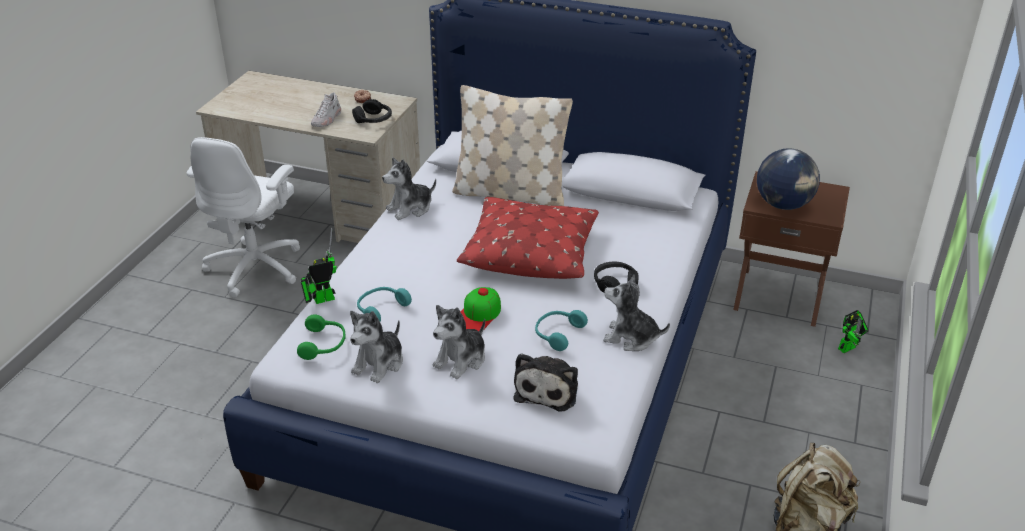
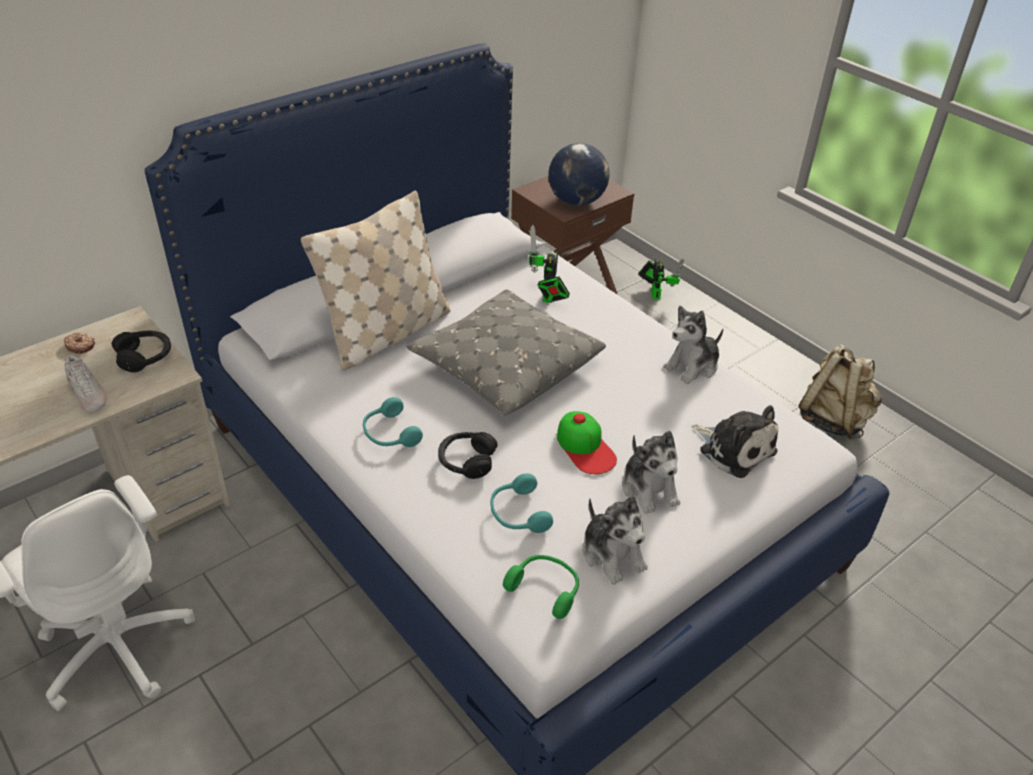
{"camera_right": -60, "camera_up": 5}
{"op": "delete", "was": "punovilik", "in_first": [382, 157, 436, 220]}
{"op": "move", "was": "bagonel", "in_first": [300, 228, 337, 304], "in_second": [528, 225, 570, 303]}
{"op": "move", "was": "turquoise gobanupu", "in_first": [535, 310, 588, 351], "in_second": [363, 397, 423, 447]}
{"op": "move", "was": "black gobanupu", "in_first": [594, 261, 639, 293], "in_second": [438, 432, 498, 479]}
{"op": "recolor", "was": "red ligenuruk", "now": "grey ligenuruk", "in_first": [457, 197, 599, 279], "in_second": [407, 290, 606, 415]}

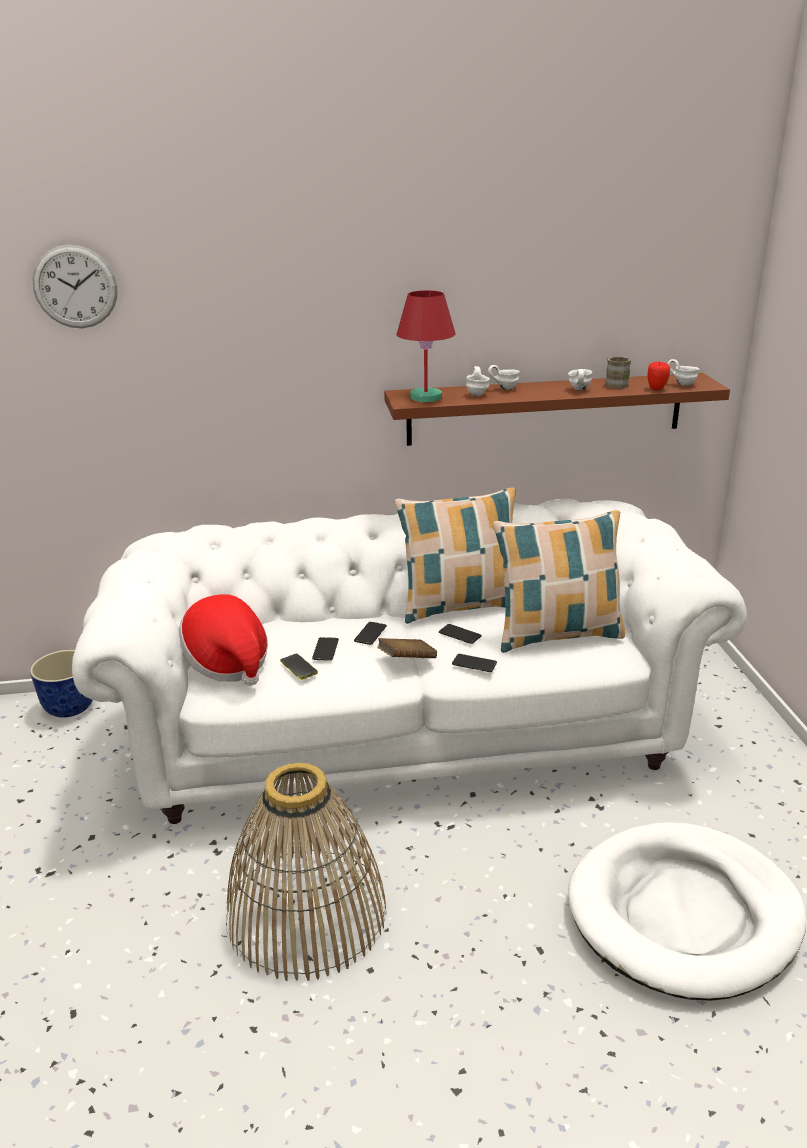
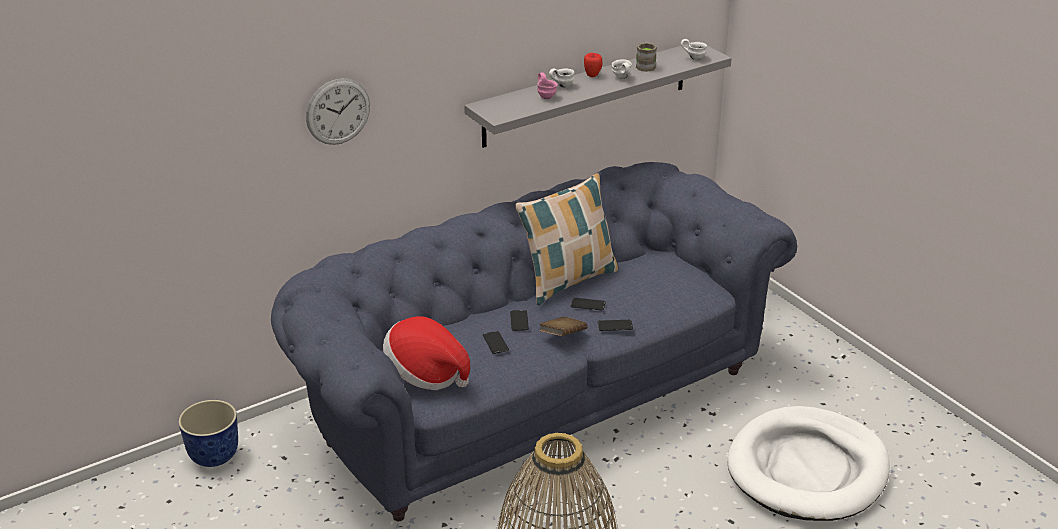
{"camera_right": -25, "camera_up": 5}
{"op": "delete", "was": "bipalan", "in_first": [280, 654, 318, 680]}
{"op": "delete", "was": "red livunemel", "in_first": [396, 290, 456, 402]}
{"op": "delete", "was": "ligenuruk", "in_first": [493, 510, 625, 653]}
{"op": "move", "was": "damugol", "in_first": [32, 244, 117, 328], "in_second": [306, 78, 370, 145]}
{"op": "move", "was": "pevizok", "in_first": [648, 362, 670, 390], "in_second": [584, 53, 602, 77]}
{"op": "recolor", "was": "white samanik", "now": "blue samanik", "in_first": [72, 498, 747, 824], "in_second": [271, 162, 797, 521]}
{"op": "recolor", "was": "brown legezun", "now": "grey legezun", "in_first": [384, 373, 730, 446], "in_second": [464, 41, 732, 148]}
{"op": "recolor", "was": "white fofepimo", "now": "pink fofepimo", "in_first": [466, 366, 490, 396], "in_second": [537, 72, 558, 99]}

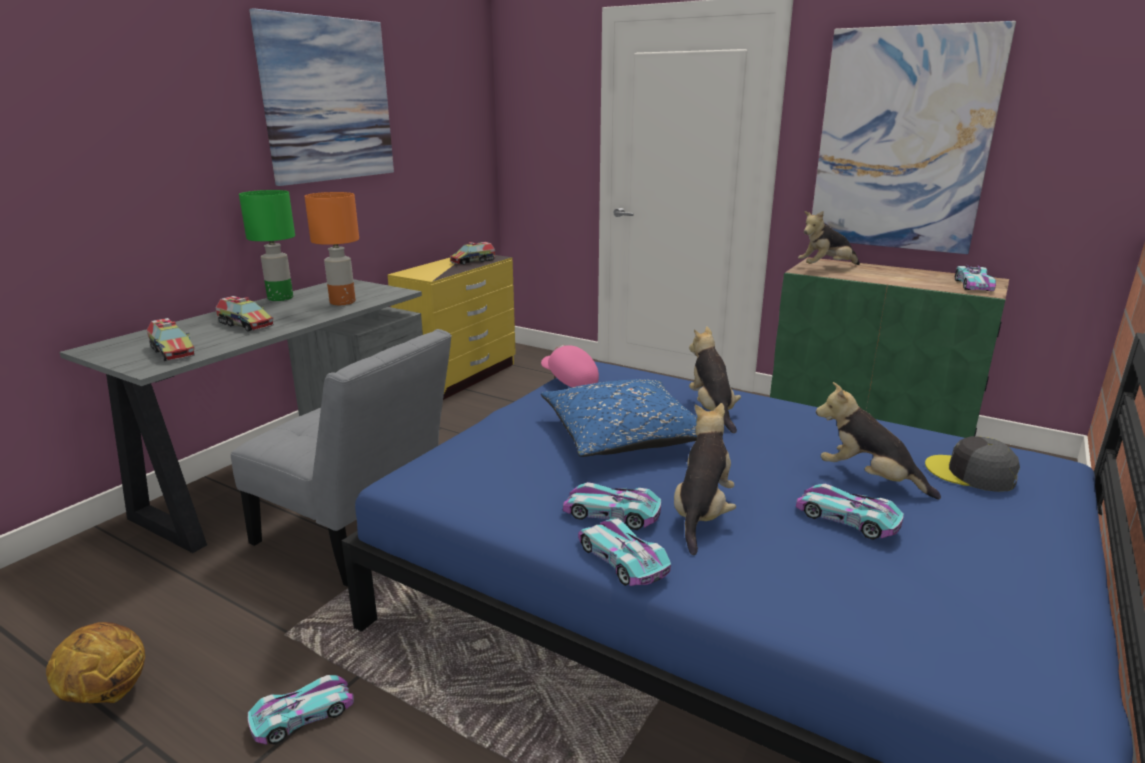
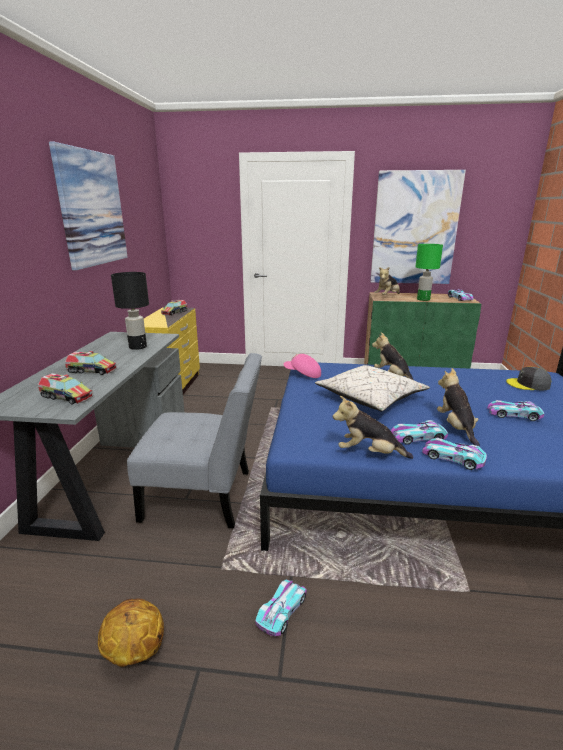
{"camera_right": -25, "camera_up": 0}
{"op": "move", "was": "green livunemel", "in_first": [239, 190, 295, 301], "in_second": [415, 244, 443, 301]}
{"op": "move", "was": "punovilik", "in_first": [816, 382, 941, 499], "in_second": [333, 396, 413, 459]}
{"op": "recolor", "was": "orange livunemel", "now": "black livunemel", "in_first": [305, 192, 359, 305], "in_second": [111, 272, 149, 350]}
{"op": "recolor", "was": "blue ligenuruk", "now": "beige ligenuruk", "in_first": [541, 379, 697, 457], "in_second": [315, 365, 430, 411]}

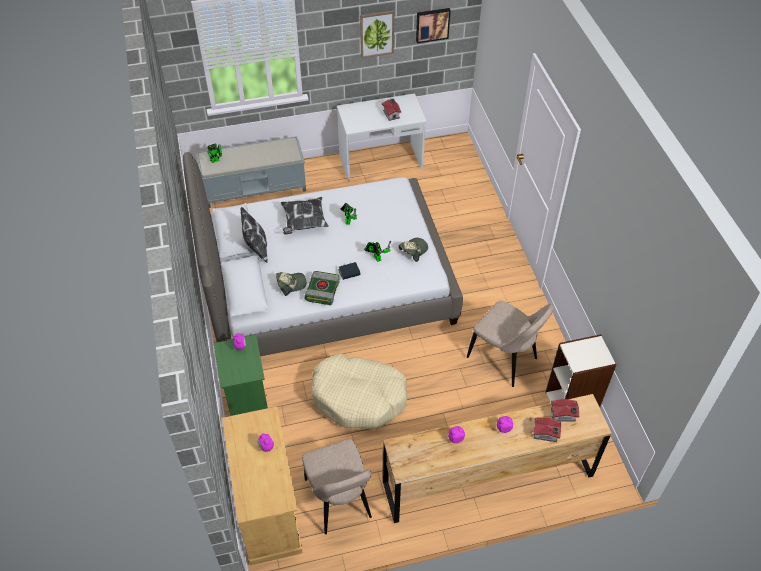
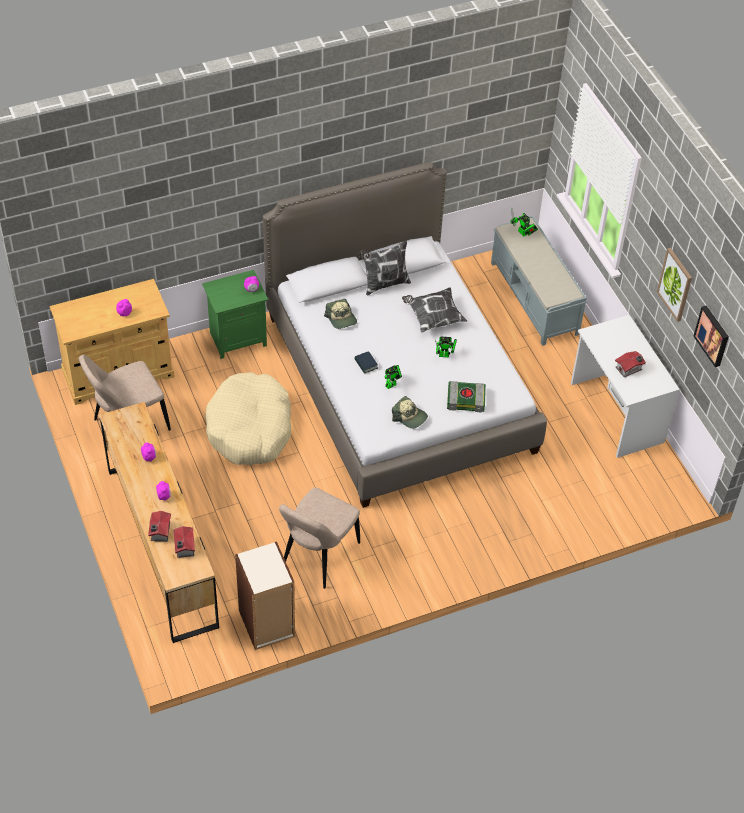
{"camera_right": 80, "camera_up": 0}
{"op": "move", "was": "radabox", "in_first": [304, 271, 340, 305], "in_second": [447, 381, 486, 412]}

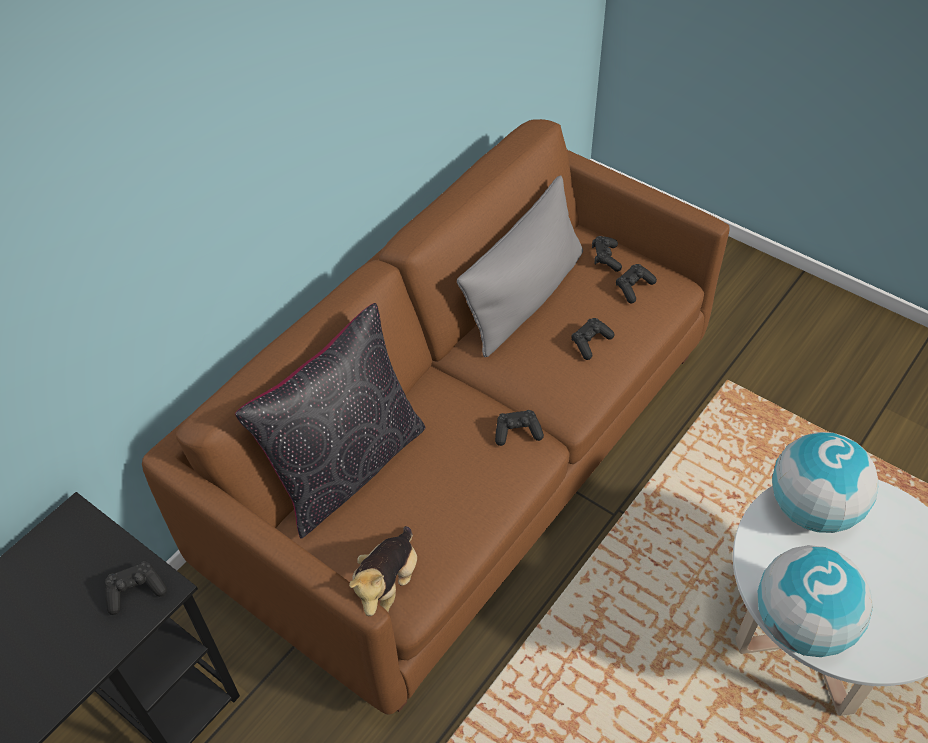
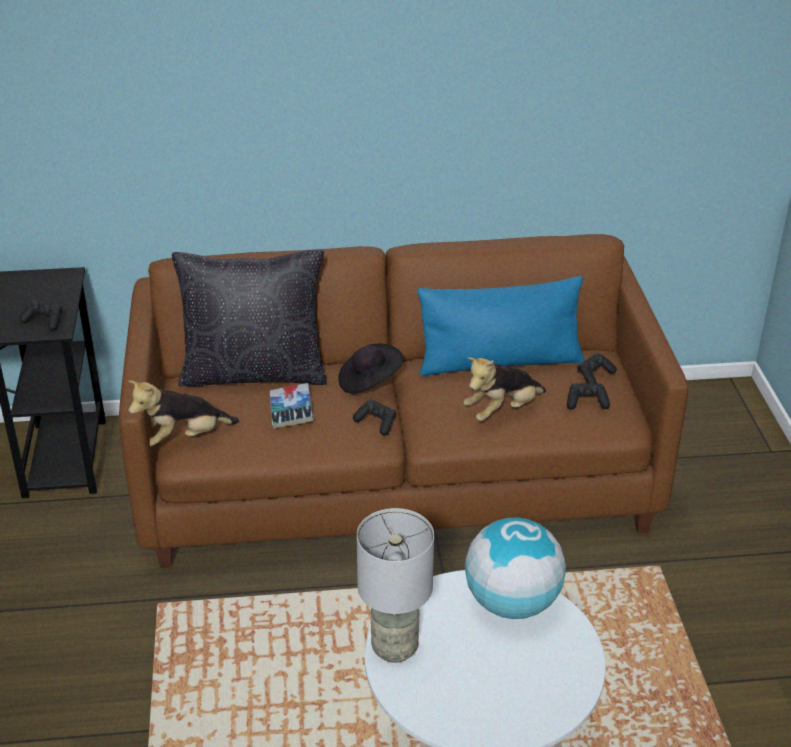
{"camera_right": 45, "camera_up": -15}
{"op": "insert", "now": "radabox", "in_second": [270, 383, 313, 429]}
{"op": "insert", "now": "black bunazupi", "in_second": [338, 344, 404, 393]}
{"op": "replace", "was": "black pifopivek", "now": "punovilik", "in_first": [571, 318, 615, 360], "in_second": [464, 357, 546, 421]}
{"op": "replace", "was": "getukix", "now": "grey livunemel", "in_first": [758, 545, 873, 657], "in_second": [357, 508, 434, 663]}
{"op": "recolor", "was": "grey ligenuruk", "now": "blue ligenuruk", "in_first": [457, 175, 583, 357], "in_second": [417, 276, 584, 375]}

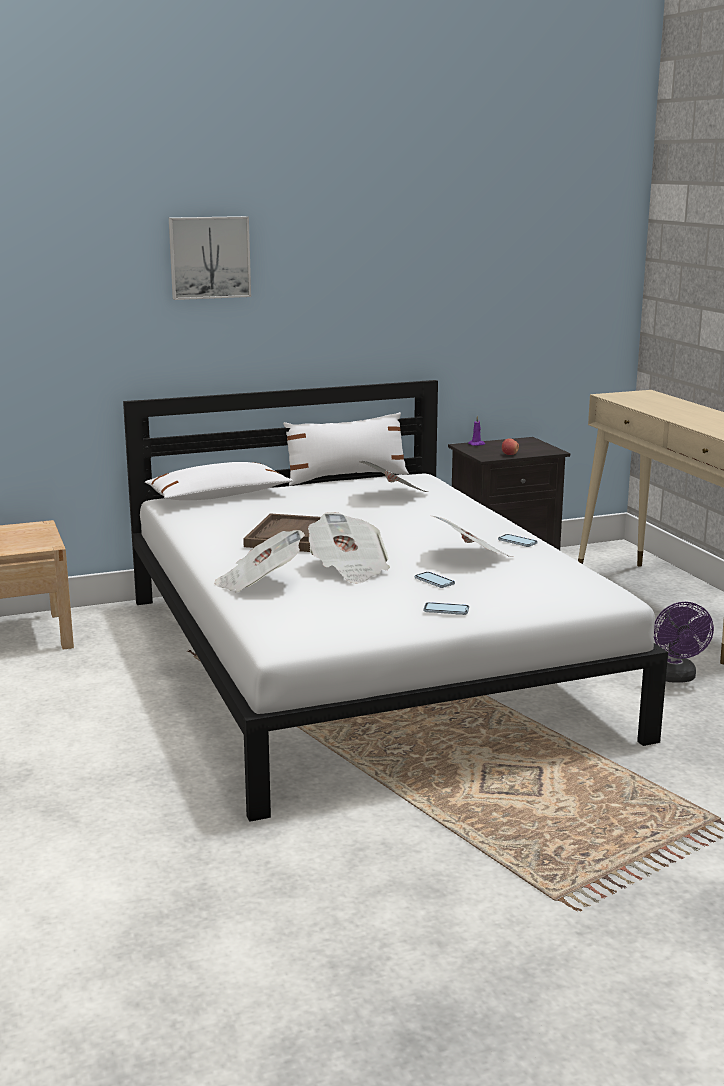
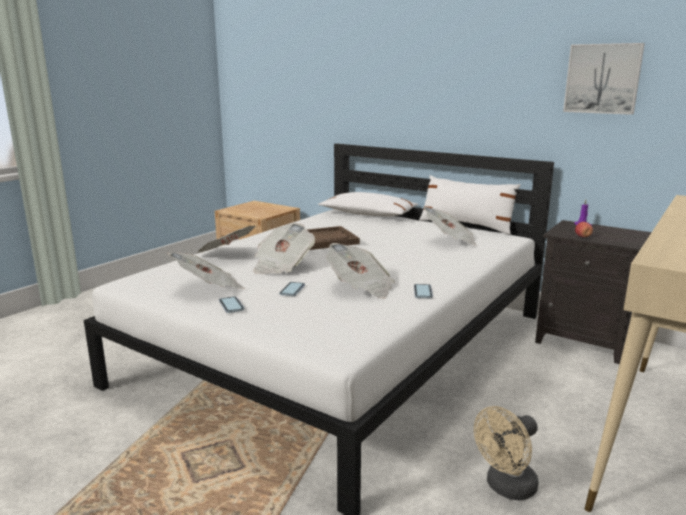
{"camera_right": 55, "camera_up": 0}
{"op": "insert", "now": "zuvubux", "in_second": [167, 253, 246, 289]}
{"op": "move", "was": "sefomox", "in_first": [169, 216, 251, 300], "in_second": [563, 43, 645, 115]}
{"op": "recolor", "was": "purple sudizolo", "now": "beige sudizolo", "in_first": [654, 602, 714, 683], "in_second": [474, 406, 539, 500]}

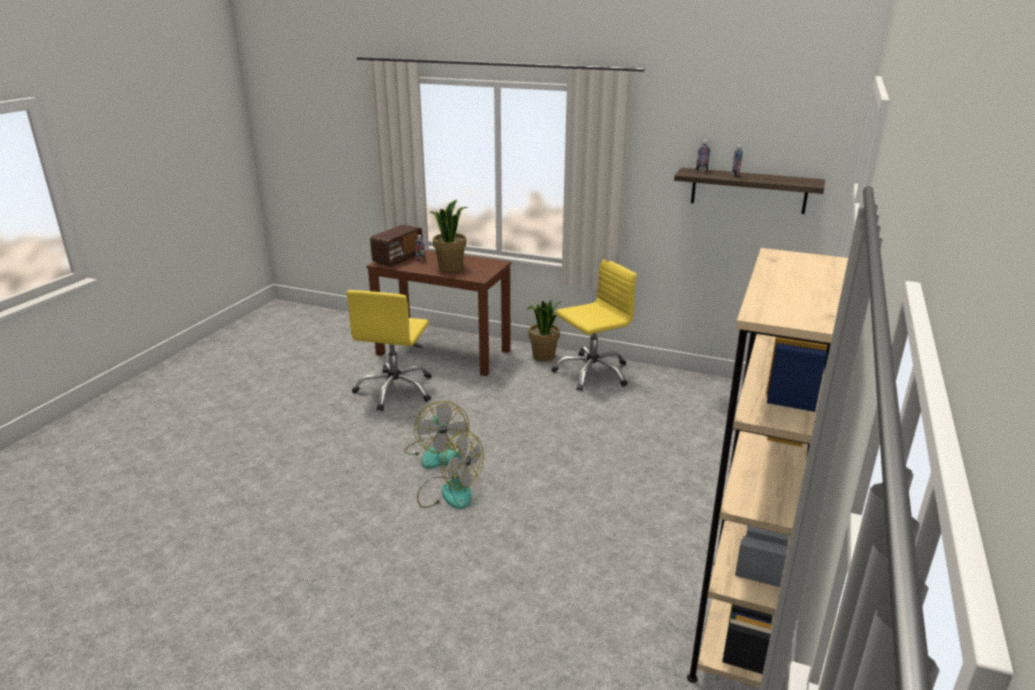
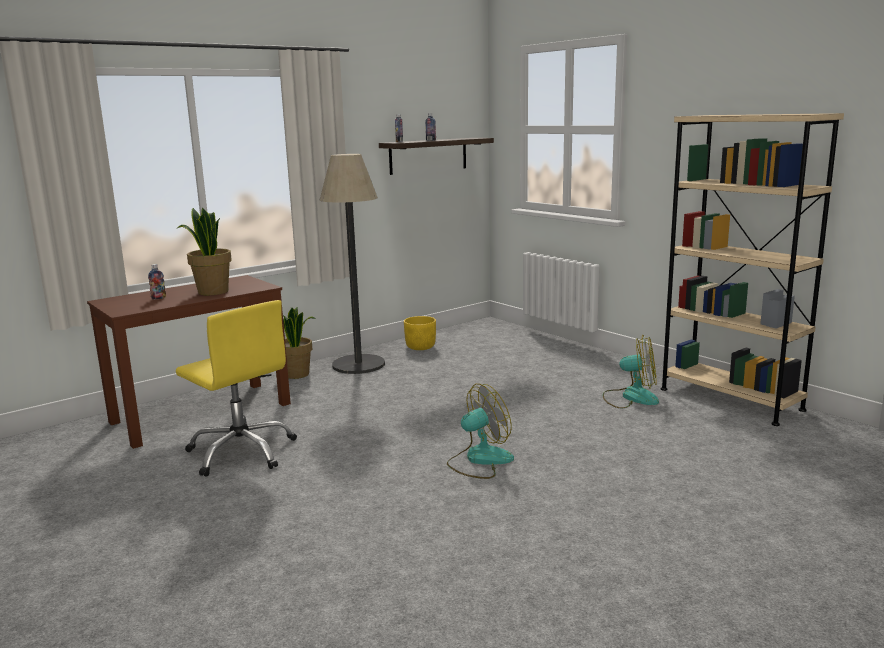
{"camera_right": -60, "camera_up": -10}
{"op": "delete", "was": "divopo", "in_first": [370, 225, 423, 266]}
{"op": "insert", "now": "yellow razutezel", "in_second": [404, 316, 436, 350]}
{"op": "move", "was": "sudizolo", "in_first": [404, 401, 469, 469], "in_second": [603, 335, 659, 408]}
{"op": "replace", "was": "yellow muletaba", "now": "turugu", "in_first": [552, 259, 637, 391], "in_second": [320, 154, 385, 374]}

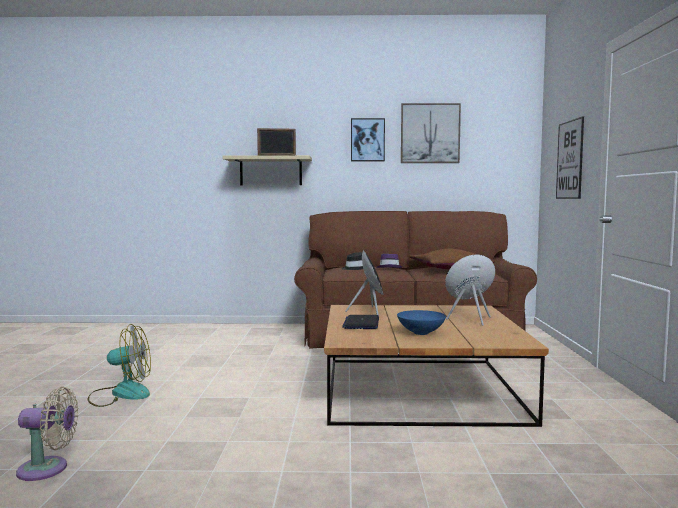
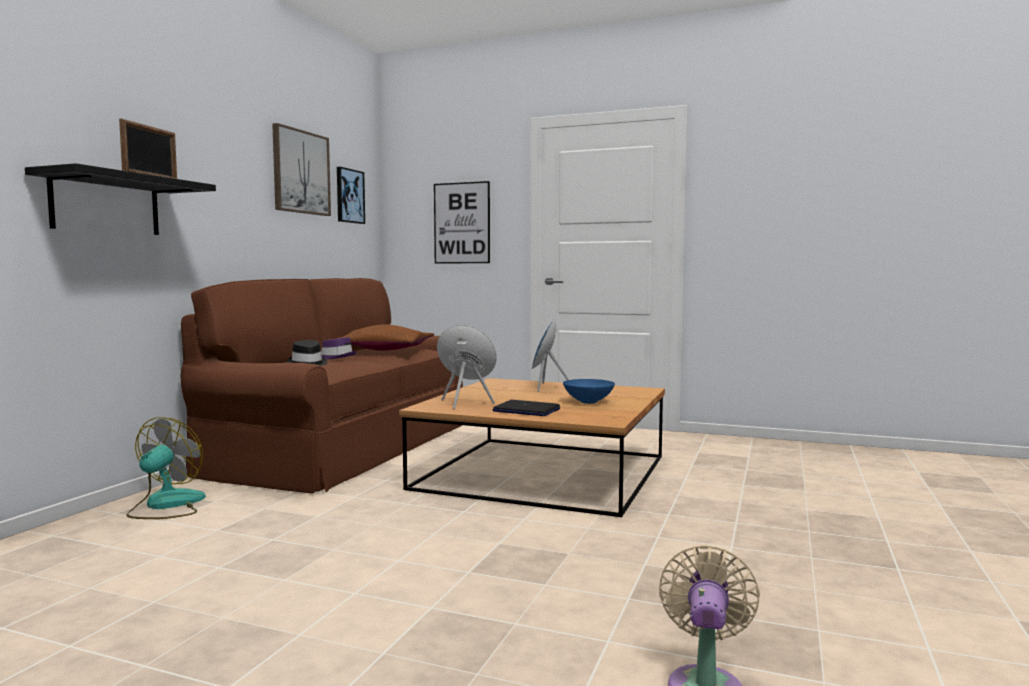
{"camera_right": -70, "camera_up": 0}
{"op": "move", "was": "sudizolo", "in_first": [88, 324, 151, 407], "in_second": [126, 417, 206, 519]}
{"op": "move", "was": "sefomox", "in_first": [351, 118, 385, 161], "in_second": [337, 167, 365, 224]}
{"op": "recolor", "was": "beige legezun", "now": "black legezun", "in_first": [222, 155, 312, 185], "in_second": [25, 163, 216, 235]}

